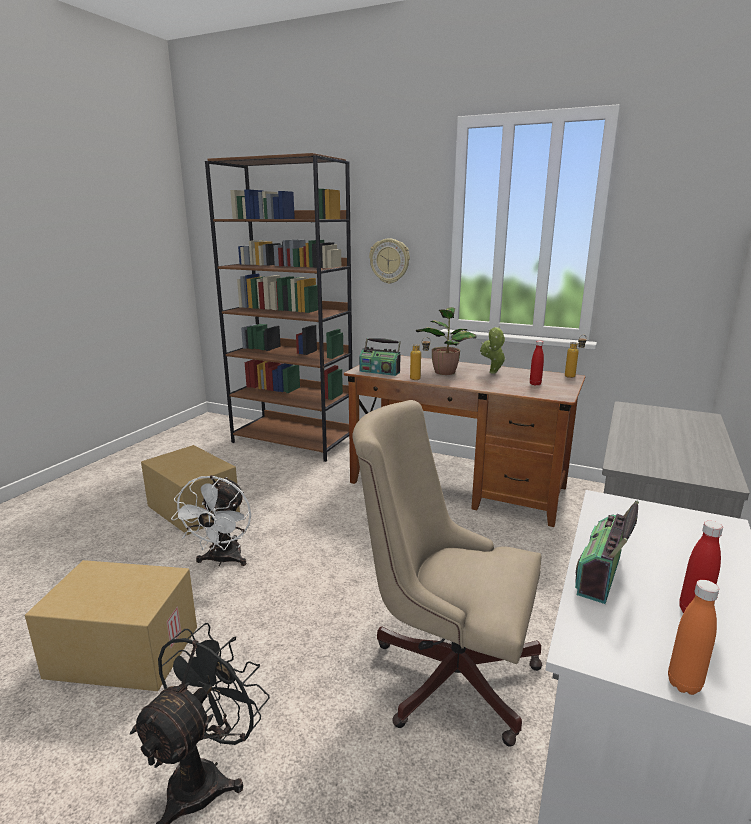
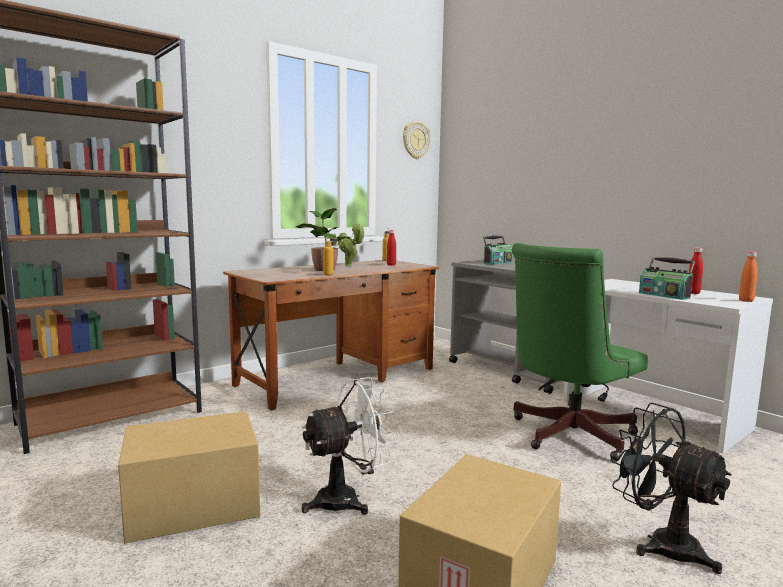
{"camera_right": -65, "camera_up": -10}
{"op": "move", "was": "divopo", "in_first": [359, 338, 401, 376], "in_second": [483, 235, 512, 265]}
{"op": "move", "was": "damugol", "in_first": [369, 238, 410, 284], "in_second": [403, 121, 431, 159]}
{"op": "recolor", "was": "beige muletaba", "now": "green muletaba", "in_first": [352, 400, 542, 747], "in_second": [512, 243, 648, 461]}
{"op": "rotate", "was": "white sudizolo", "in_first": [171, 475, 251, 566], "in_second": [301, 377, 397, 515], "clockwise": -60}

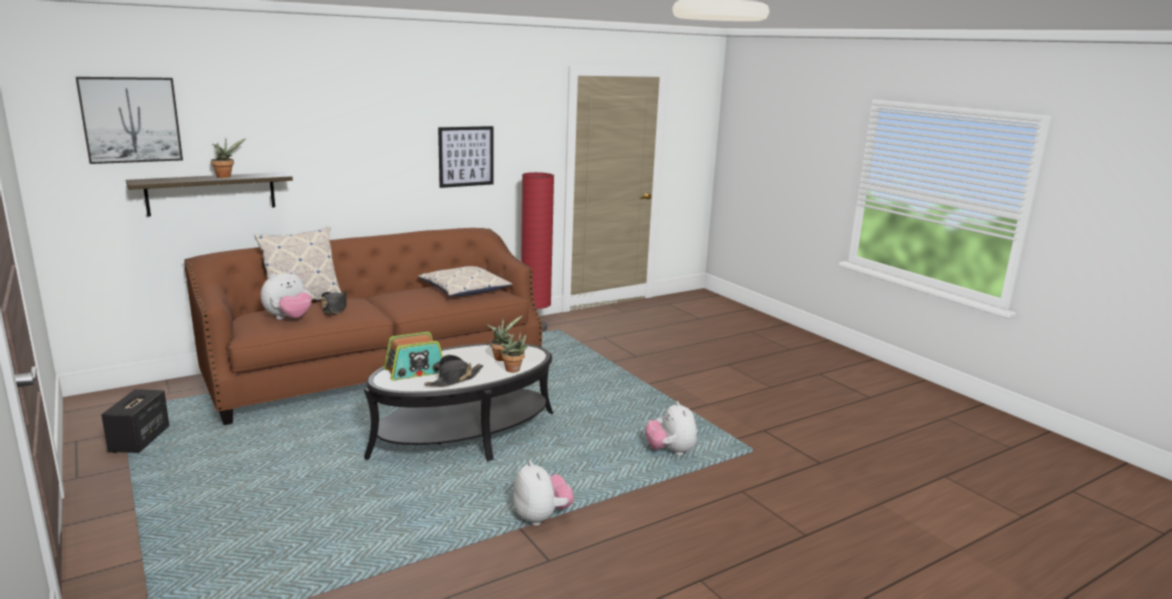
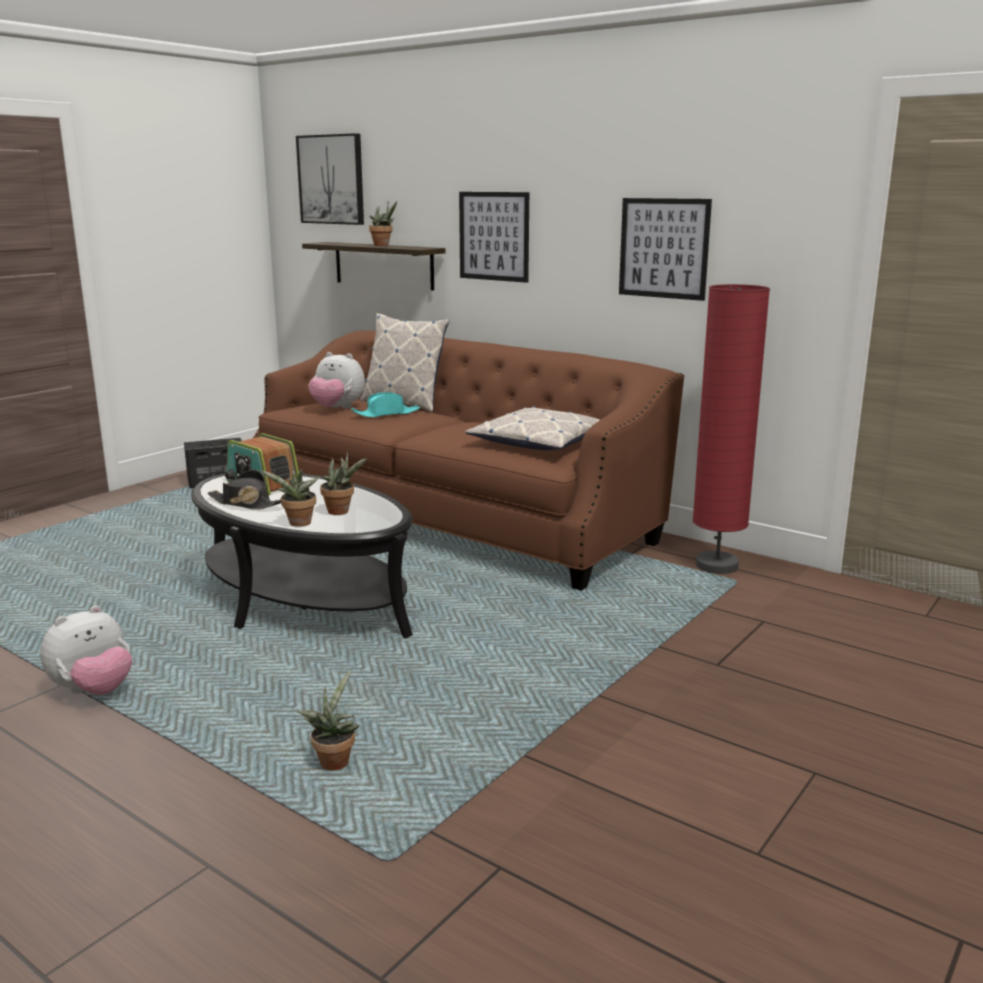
{"camera_right": 70, "camera_up": 0}
{"op": "insert", "now": "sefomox", "in_second": [459, 192, 529, 283]}
{"op": "replace", "was": "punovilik", "now": "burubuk", "in_first": [645, 401, 697, 455], "in_second": [297, 670, 359, 771]}
{"op": "recolor", "was": "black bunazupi", "now": "turquoise bunazupi", "in_first": [321, 290, 347, 314], "in_second": [351, 392, 420, 418]}

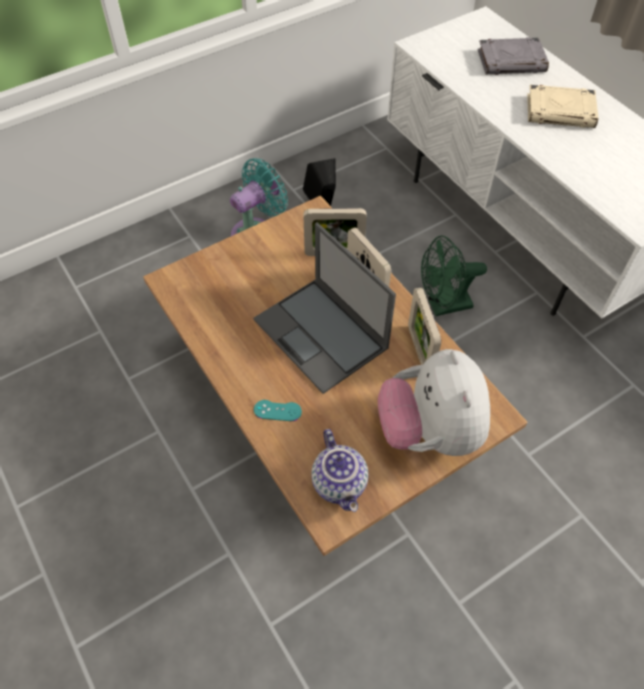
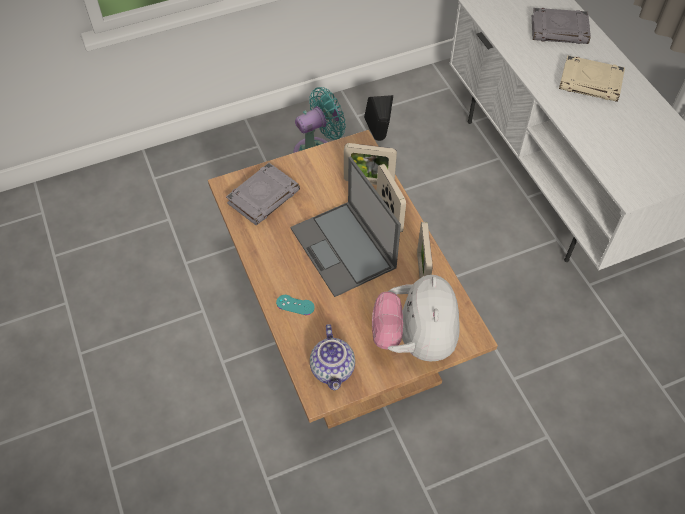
{"camera_right": 10, "camera_up": 0}
{"op": "delete", "was": "green sudizolo", "in_first": [421, 235, 487, 316]}
{"op": "insert", "now": "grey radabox", "in_second": [226, 163, 300, 225]}

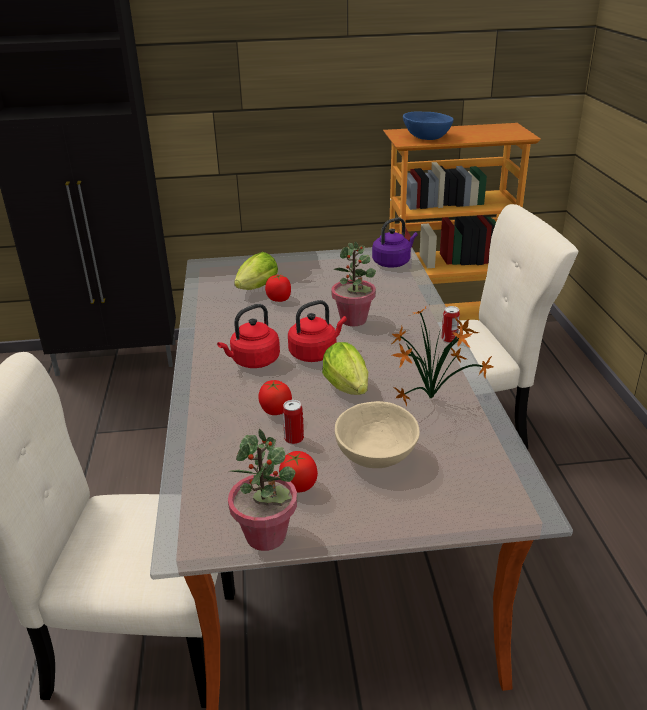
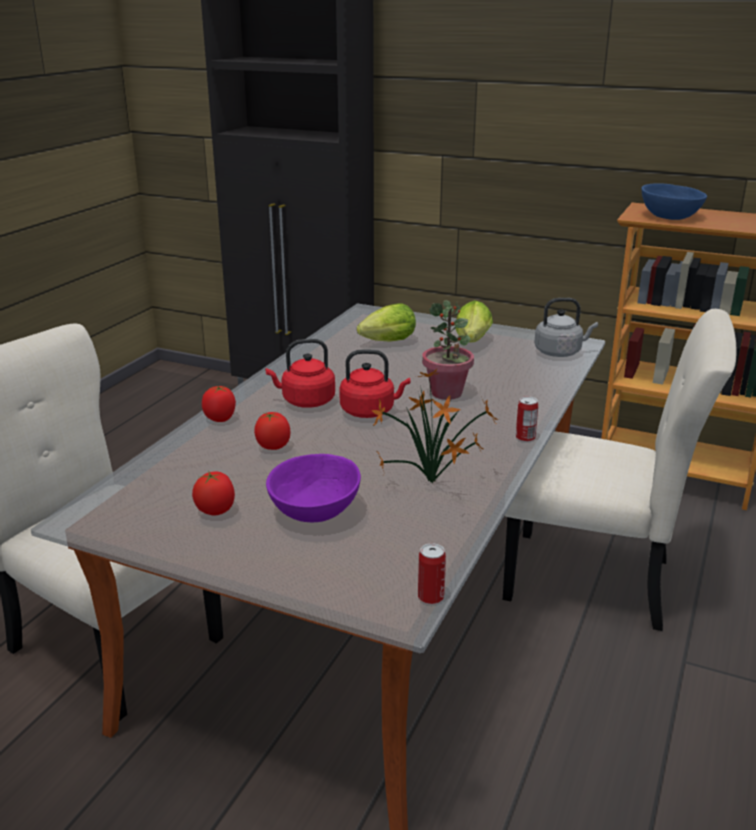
{"camera_right": 30, "camera_up": -5}
{"op": "delete", "was": "burubuk", "in_first": [228, 429, 297, 551]}
{"op": "move", "was": "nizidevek", "in_first": [265, 274, 291, 302], "in_second": [202, 386, 236, 422]}
{"op": "move", "was": "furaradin", "in_first": [283, 400, 304, 444], "in_second": [418, 543, 446, 605]}
{"op": "move", "was": "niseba", "in_first": [322, 342, 368, 395], "in_second": [456, 300, 493, 342]}
{"op": "recolor", "was": "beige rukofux", "now": "purple rukofux", "in_first": [335, 401, 420, 468], "in_second": [266, 454, 361, 522]}
{"op": "recolor", "was": "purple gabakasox", "now": "grey gabakasox", "in_first": [372, 218, 418, 268], "in_second": [534, 298, 598, 357]}

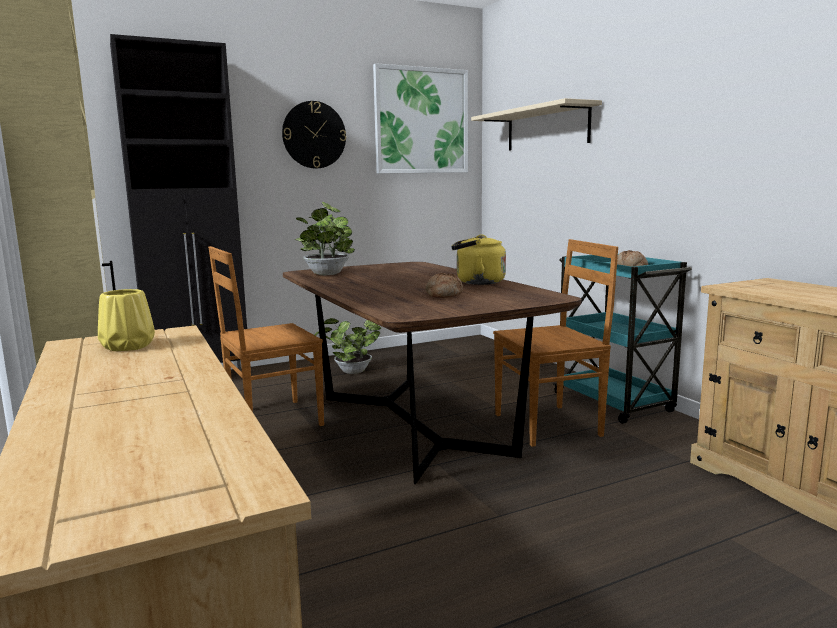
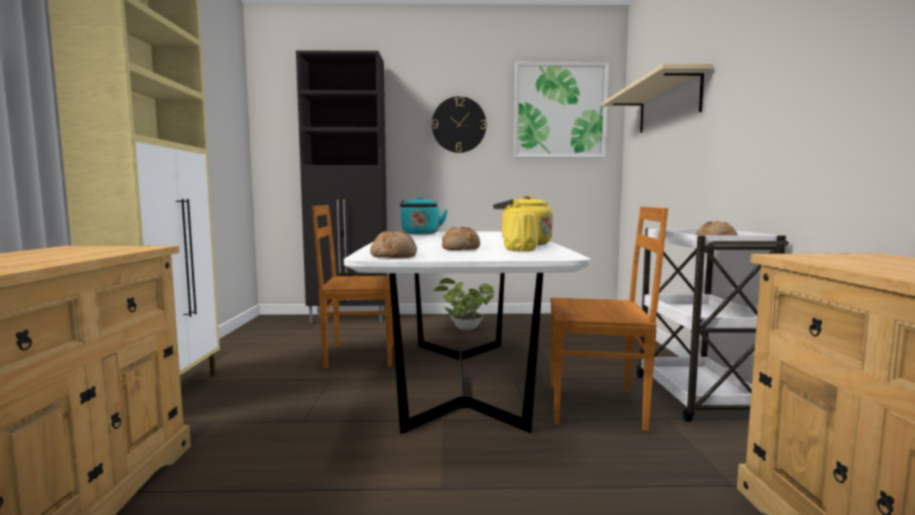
{"camera_right": 25, "camera_up": -5}
{"op": "insert", "now": "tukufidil", "in_second": [370, 230, 417, 258]}
{"op": "move", "was": "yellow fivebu", "in_first": [98, 289, 155, 351], "in_second": [504, 213, 538, 252]}
{"op": "replace", "was": "burubuk", "now": "turquoise gabakasox", "in_first": [295, 202, 355, 275], "in_second": [400, 196, 448, 234]}
{"op": "recolor", "was": "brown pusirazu", "now": "white pusirazu", "in_first": [283, 262, 582, 484], "in_second": [344, 232, 591, 434]}
{"op": "recolor", "was": "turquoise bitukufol", "now": "white bitukufol", "in_first": [553, 255, 692, 424], "in_second": [636, 228, 789, 422]}

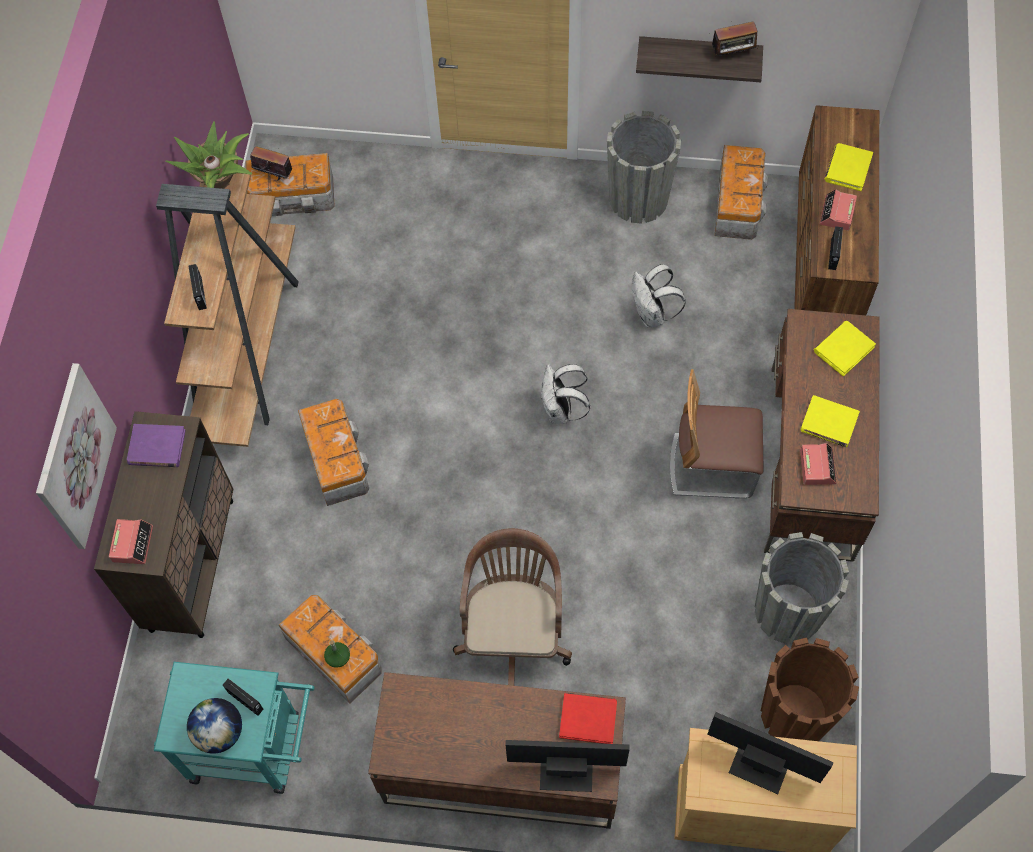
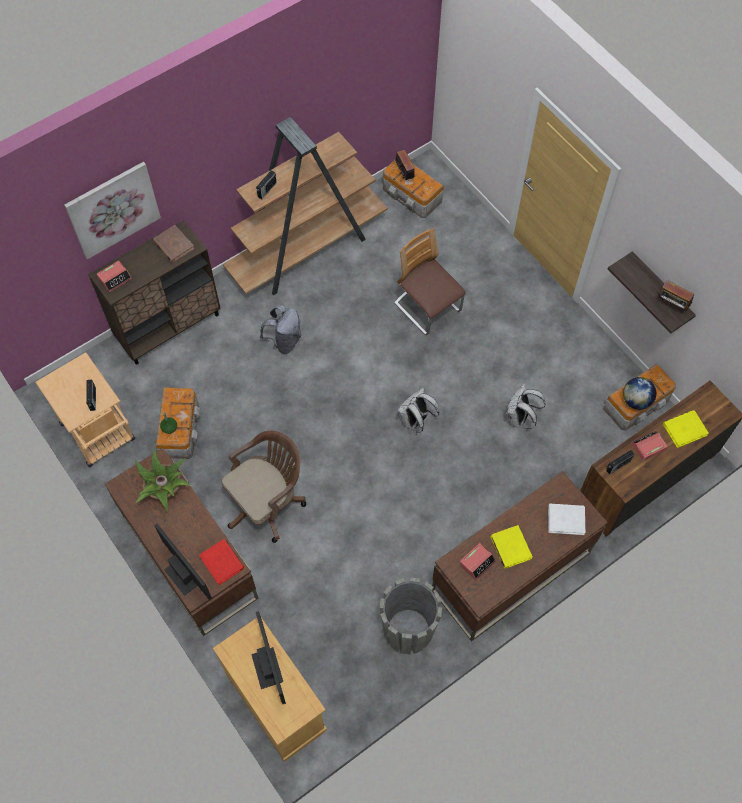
{"camera_right": 45, "camera_up": 0}
{"op": "delete", "was": "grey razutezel", "in_first": [607, 111, 681, 224]}
{"op": "delete", "was": "brown razutezel", "in_first": [760, 638, 859, 741]}
{"op": "move", "was": "burubuk", "in_first": [166, 121, 252, 189], "in_second": [135, 449, 190, 511]}
{"op": "move", "was": "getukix", "in_first": [187, 698, 242, 754], "in_second": [623, 377, 656, 410]}
{"op": "move", "was": "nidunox", "in_first": [670, 369, 763, 498], "in_second": [394, 228, 466, 335]}
{"op": "replace", "was": "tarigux", "now": "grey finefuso", "in_first": [298, 399, 369, 506], "in_second": [260, 305, 302, 354]}
{"op": "recolor", "was": "purple radabox", "now": "brown radabox", "in_first": [127, 424, 186, 467], "in_second": [153, 225, 194, 263]}
{"op": "recolor", "was": "turquoise bitukufol", "now": "beige bitukufol", "in_first": [154, 662, 315, 794], "in_second": [35, 352, 135, 467]}
{"op": "recolor", "was": "yellow radabox", "now": "white radabox", "in_first": [814, 321, 876, 377], "in_second": [548, 503, 585, 535]}

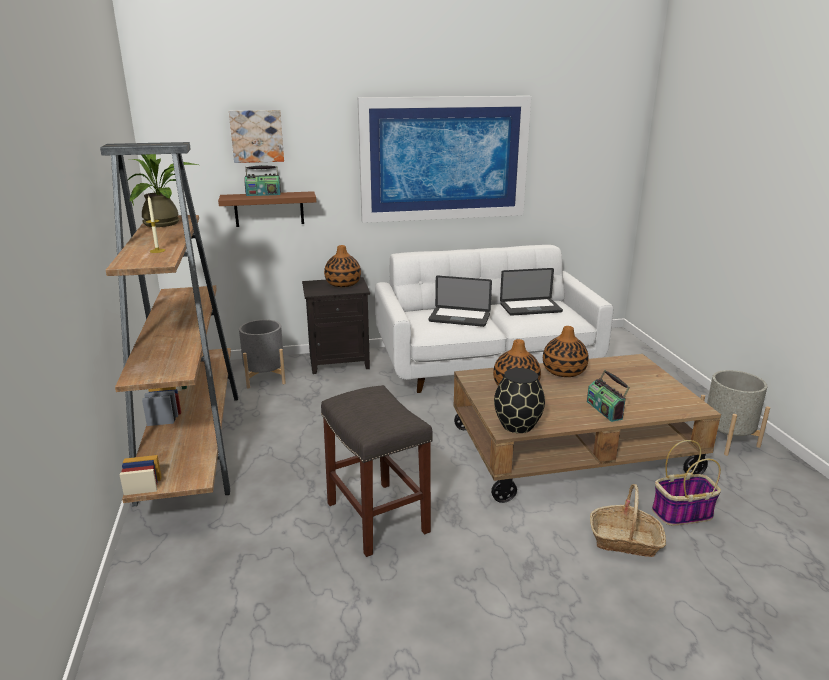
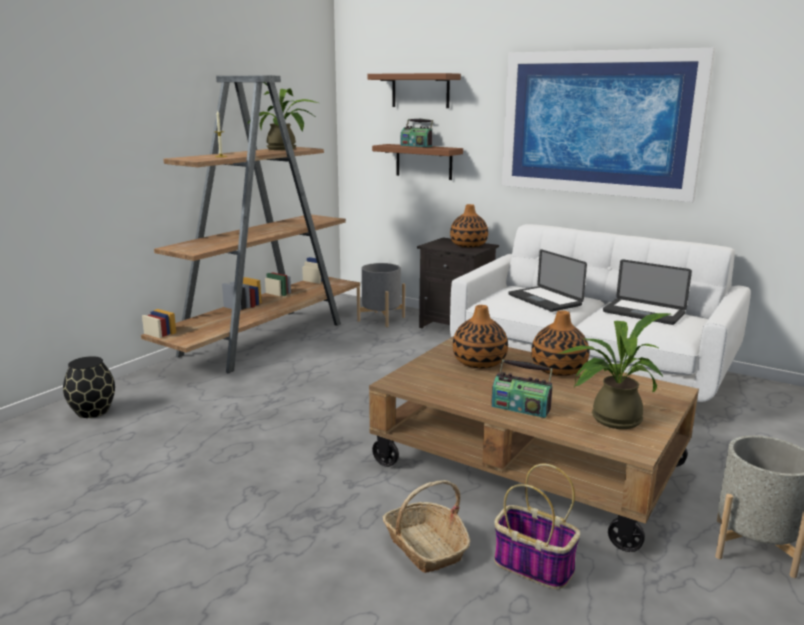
{"camera_right": 45, "camera_up": -5}
{"op": "delete", "was": "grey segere", "in_first": [321, 385, 433, 557]}
{"op": "insert", "now": "burubuk", "in_second": [559, 313, 670, 429]}
{"op": "move", "was": "black fivebu", "in_first": [494, 368, 545, 433], "in_second": [63, 356, 115, 418]}
{"op": "replace", "was": "sefomox", "now": "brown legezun", "in_first": [229, 110, 284, 163], "in_second": [367, 73, 461, 108]}
{"op": "rotate", "was": "divopo", "in_first": [587, 370, 630, 422], "in_second": [491, 359, 553, 418], "clockwise": -90}

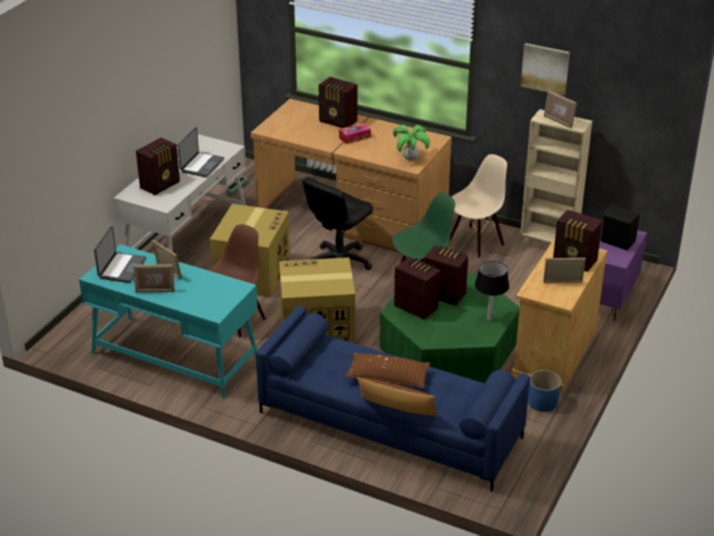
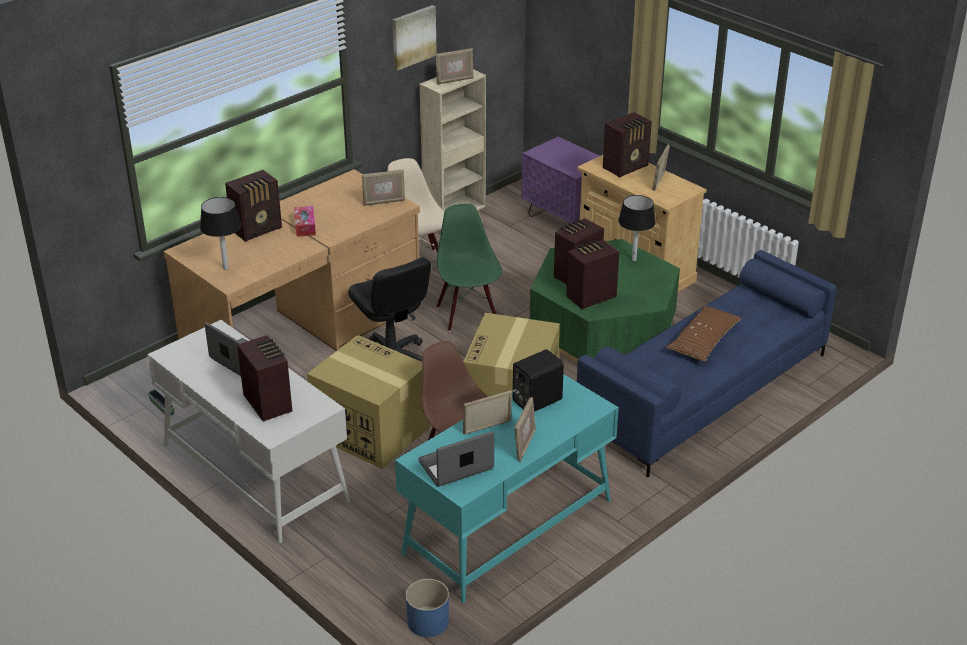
{"camera_right": -70, "camera_up": 0}
{"op": "delete", "was": "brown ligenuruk", "in_first": [357, 377, 438, 416]}
{"op": "insert", "now": "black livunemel", "in_second": [200, 197, 241, 270]}
{"op": "move", "was": "blue razutezel", "in_first": [528, 370, 561, 412], "in_second": [405, 579, 449, 637]}
{"op": "move", "was": "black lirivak", "in_first": [600, 205, 640, 250], "in_second": [513, 349, 564, 412]}
{"op": "replace", "was": "burubuk", "now": "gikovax", "in_first": [393, 125, 430, 161], "in_second": [362, 170, 405, 206]}
{"op": "rotate", "was": "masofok", "in_first": [94, 226, 146, 283], "in_second": [419, 431, 494, 487], "clockwise": -60}

